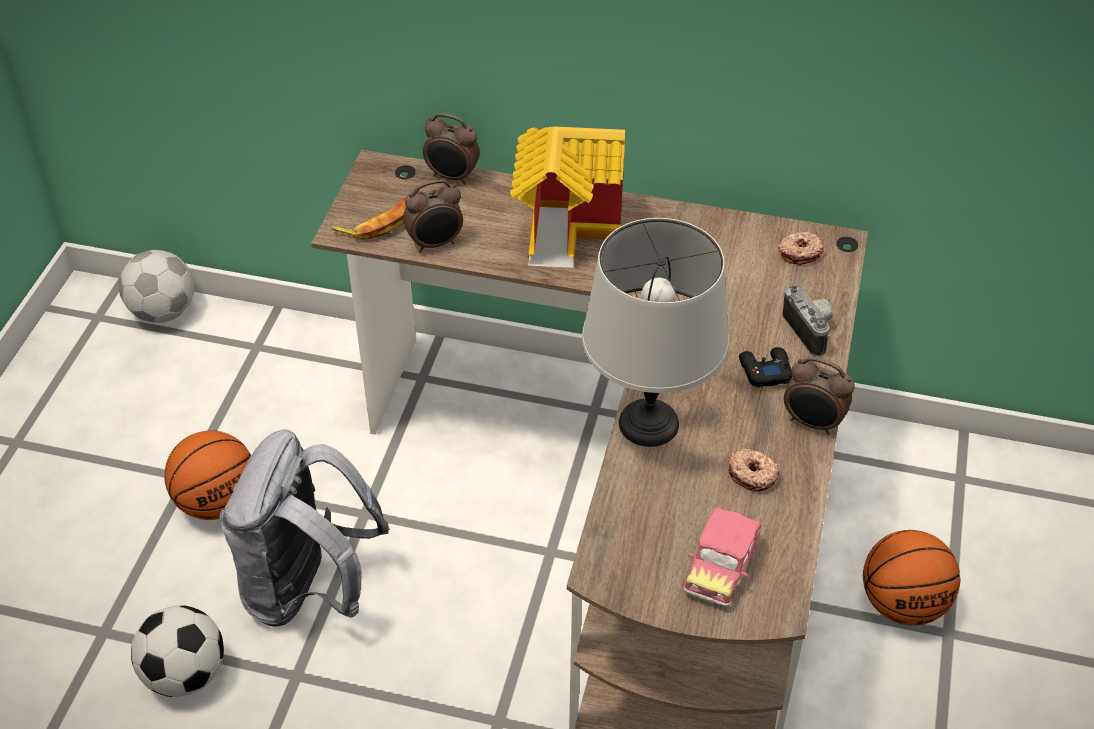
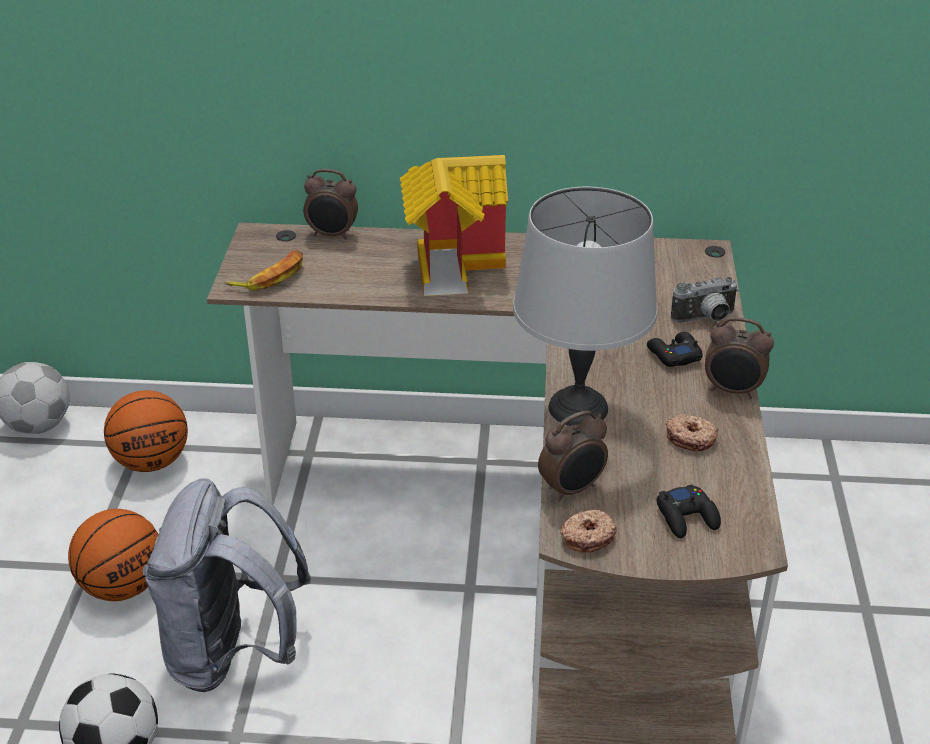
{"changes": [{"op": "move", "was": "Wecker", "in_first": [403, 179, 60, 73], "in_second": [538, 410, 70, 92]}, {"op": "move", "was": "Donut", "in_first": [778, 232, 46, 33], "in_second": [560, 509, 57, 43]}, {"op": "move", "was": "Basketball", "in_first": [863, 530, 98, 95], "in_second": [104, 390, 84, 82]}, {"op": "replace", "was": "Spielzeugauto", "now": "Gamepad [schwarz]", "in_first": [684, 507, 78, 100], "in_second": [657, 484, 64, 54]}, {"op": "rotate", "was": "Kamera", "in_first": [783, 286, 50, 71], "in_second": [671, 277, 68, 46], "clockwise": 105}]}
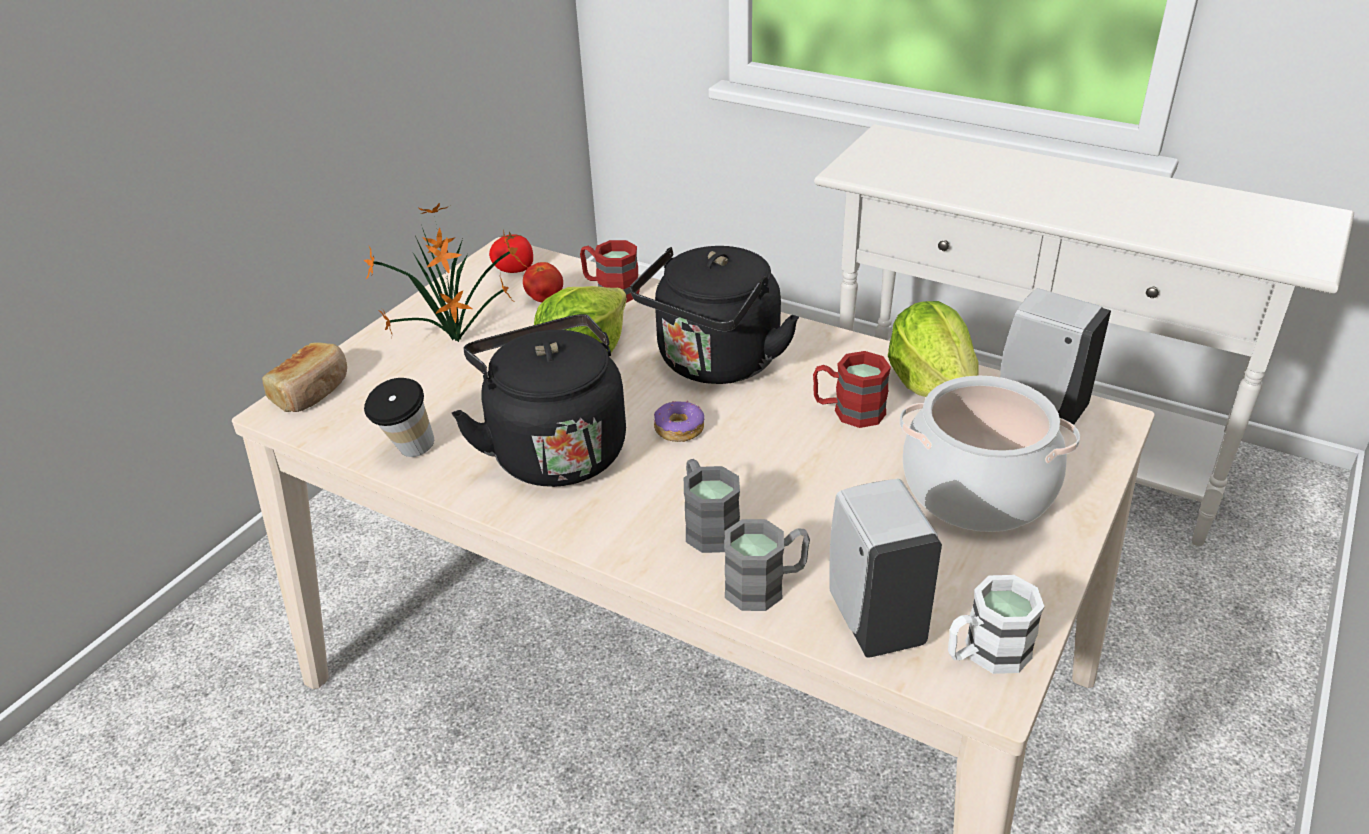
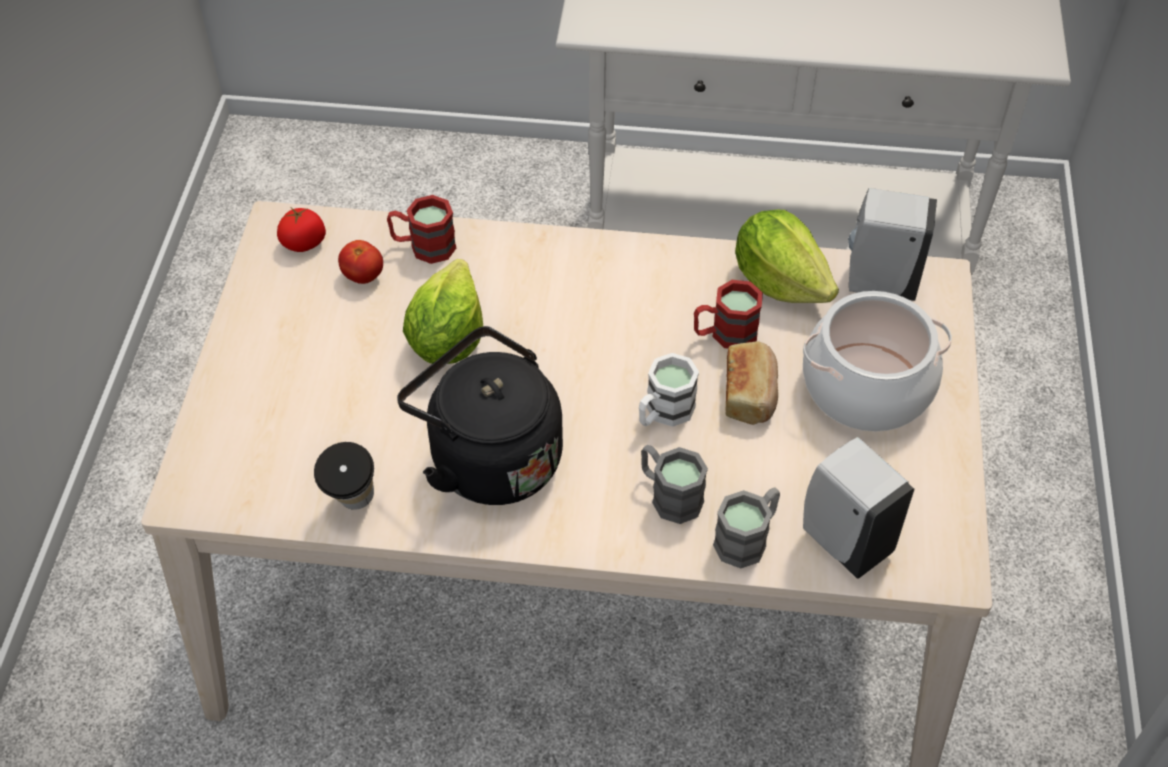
{"changes": [{"op": "delete", "was": "Topfpflanze", "in_first": [364, 203, 163, 139]}, {"op": "delete", "was": "Wasserkessel [schwarz]", "in_first": [630, 246, 169, 138]}, {"op": "delete", "was": "Donut", "in_first": [653, 401, 52, 41]}, {"op": "move", "was": "Brot", "in_first": [262, 342, 85, 70], "in_second": [726, 341, 52, 84]}, {"op": "move", "was": "Henkelbecher [weiß]", "in_first": [948, 575, 96, 99], "in_second": [639, 353, 60, 74]}]}
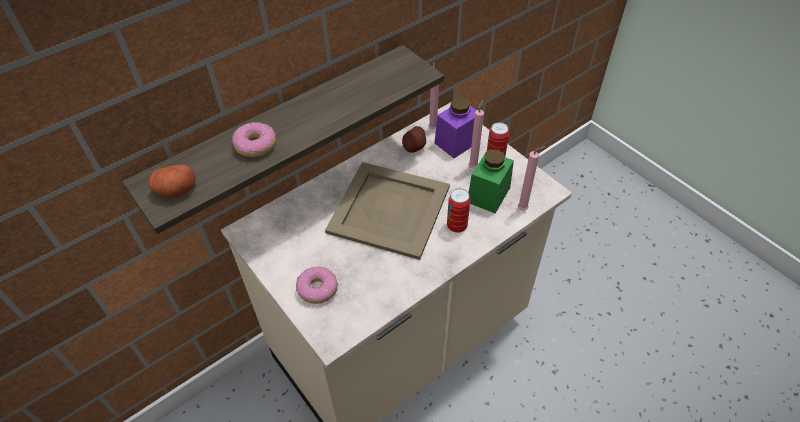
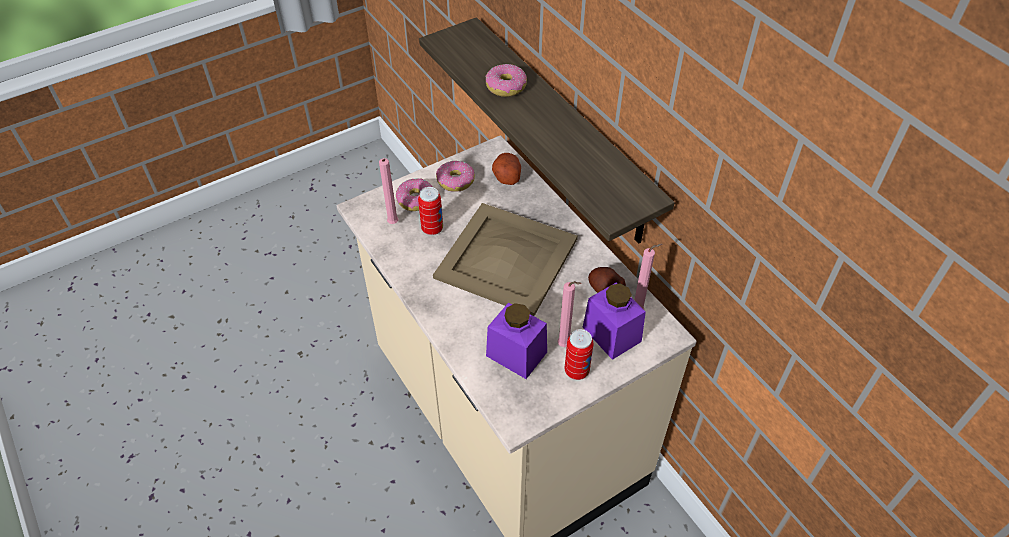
{"changes": [{"op": "insert", "now": "Donut", "in_second": [436, 161, 39, 31]}, {"op": "move", "was": "Kartoffel", "in_first": [148, 165, 48, 33], "in_second": [492, 153, 29, 32]}, {"op": "move", "was": "Dose", "in_first": [447, 188, 23, 45], "in_second": [418, 187, 25, 48]}, {"op": "move", "was": "Kerze [rosa]", "in_first": [518, 146, 28, 65], "in_second": [379, 158, 19, 66]}, {"op": "recolor", "was": "Vorratsglas [grün]", "now": "Vorratsglas [lila]", "in_first": [469, 149, 45, 65], "in_second": [486, 302, 61, 77]}]}
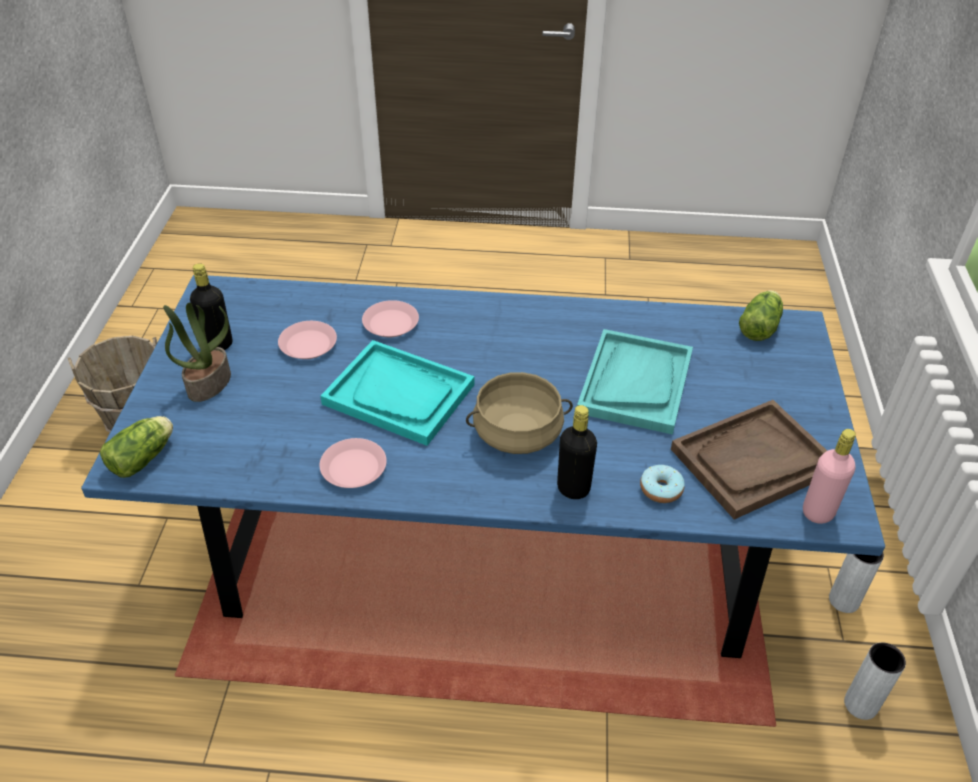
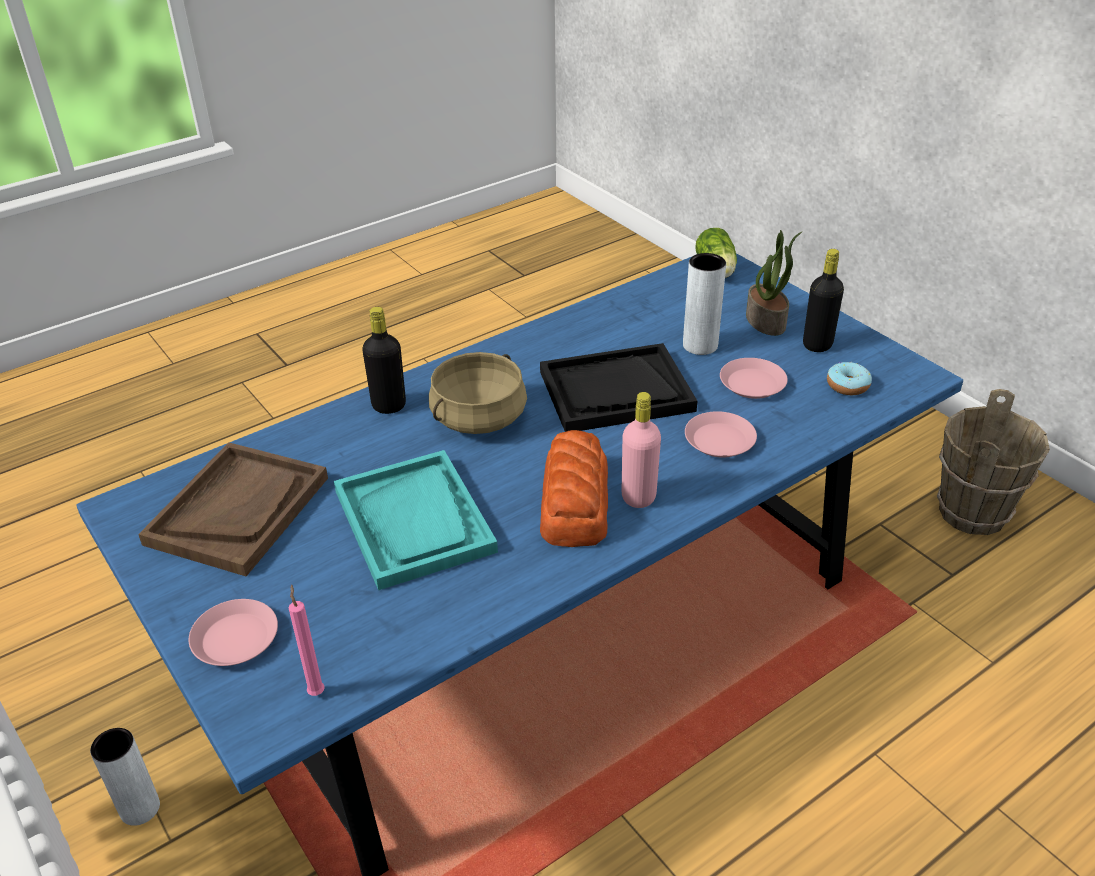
{"changes": [{"op": "insert", "now": "Brot", "in_second": [540, 430, 68, 117]}, {"op": "move", "was": "Teller [rosa]", "in_first": [319, 438, 68, 50], "in_second": [189, 599, 89, 67]}, {"op": "move", "was": "Donut", "in_first": [640, 465, 45, 38], "in_second": [827, 362, 45, 33]}, {"op": "move", "was": "Flasche [rosa]", "in_first": [803, 429, 53, 95], "in_second": [622, 392, 39, 116]}, {"op": "move", "was": "Vase [grau]", "in_first": [844, 642, 62, 78], "in_second": [683, 253, 43, 102]}, {"op": "replace", "was": "Salatkopf", "now": "Kerze [rosa]", "in_first": [739, 290, 44, 51], "in_second": [289, 584, 36, 112]}, {"op": "recolor", "was": "Tablett [türkis]", "now": "Tablett [schwarz]", "in_first": [321, 340, 153, 106], "in_second": [540, 343, 157, 89]}]}
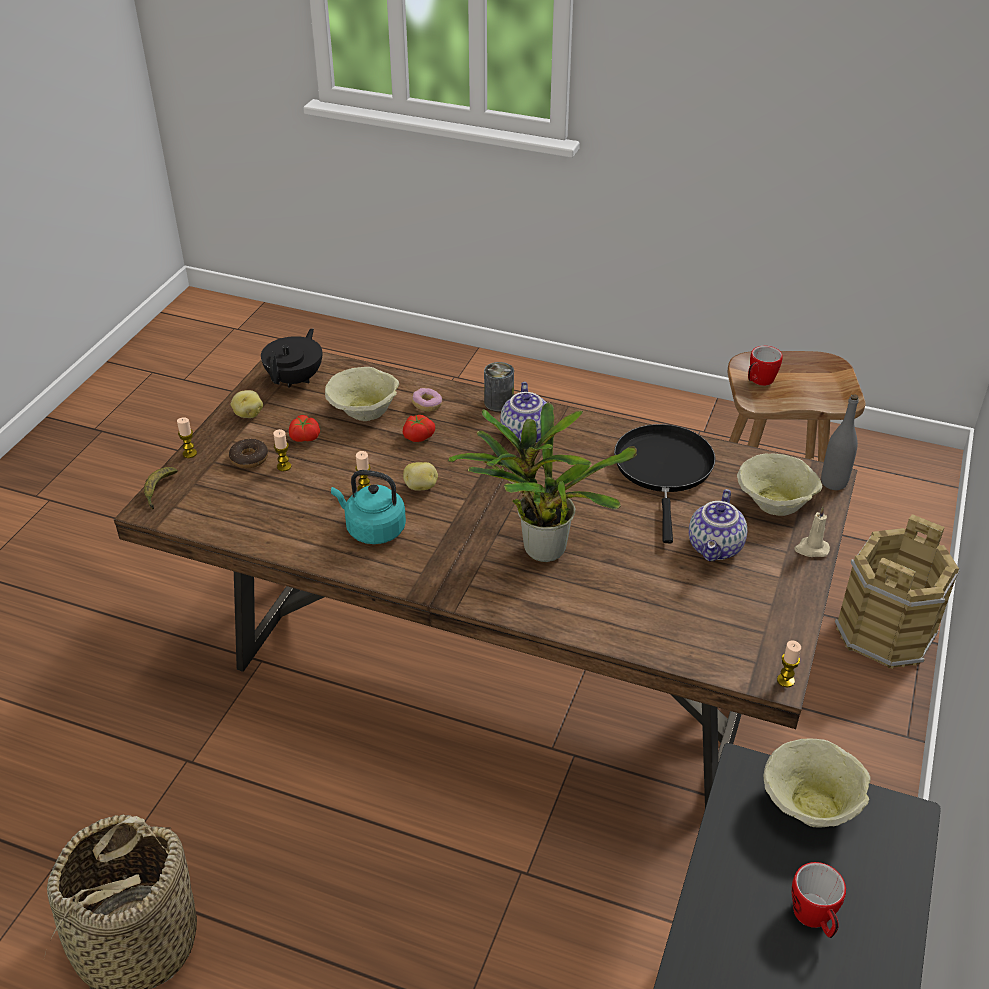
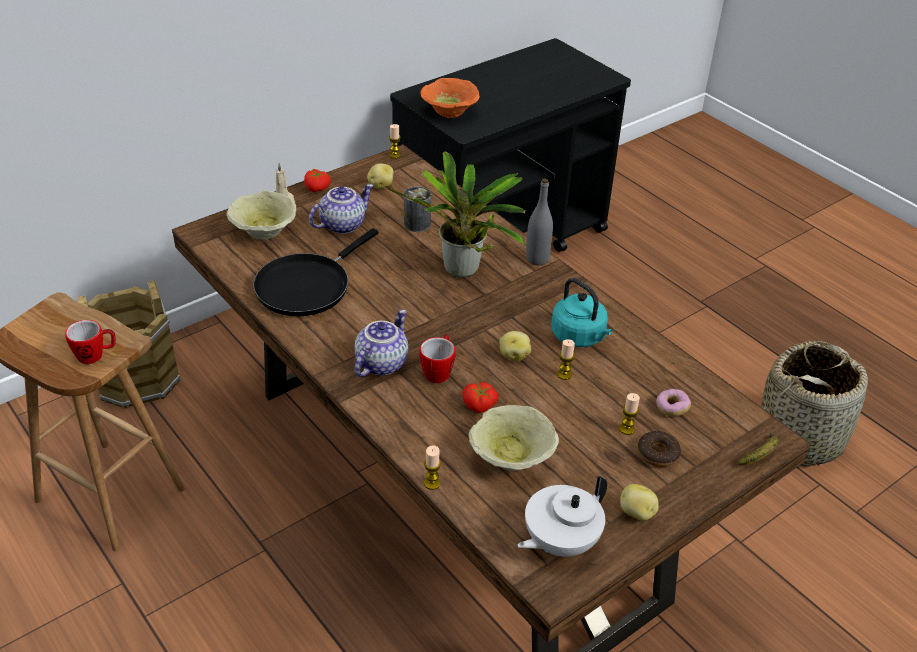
{"changes": [{"op": "insert", "now": "Kartoffel", "in_second": [367, 164, 27, 25]}, {"op": "move", "was": "Kerze", "in_first": [177, 417, 20, 41], "in_second": [424, 445, 17, 45]}, {"op": "move", "was": "Tomate", "in_first": [289, 415, 31, 27], "in_second": [304, 169, 27, 23]}, {"op": "move", "was": "Donut", "in_first": [412, 388, 30, 24], "in_second": [656, 389, 35, 28]}, {"op": "move", "was": "Dose", "in_first": [484, 362, 30, 50], "in_second": [404, 187, 27, 45]}, {"op": "move", "was": "Henkelbecher", "in_first": [792, 862, 54, 76], "in_second": [419, 334, 37, 49]}, {"op": "move", "was": "Flasche [grau]", "in_first": [821, 394, 38, 96], "in_second": [526, 179, 27, 86]}, {"op": "recolor", "was": "Teekanne [schwarz]", "now": "Teekanne [weiß]", "in_first": [261, 328, 61, 60], "in_second": [517, 476, 90, 81]}, {"op": "recolor", "was": "Schüssel [beige]", "now": "Schüssel [orange]", "in_first": [763, 739, 108, 88], "in_second": [420, 78, 60, 40]}]}
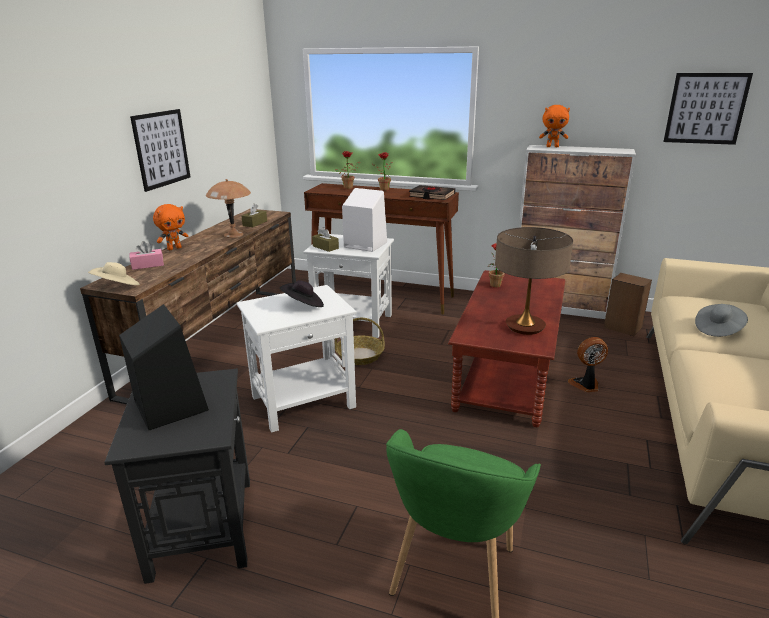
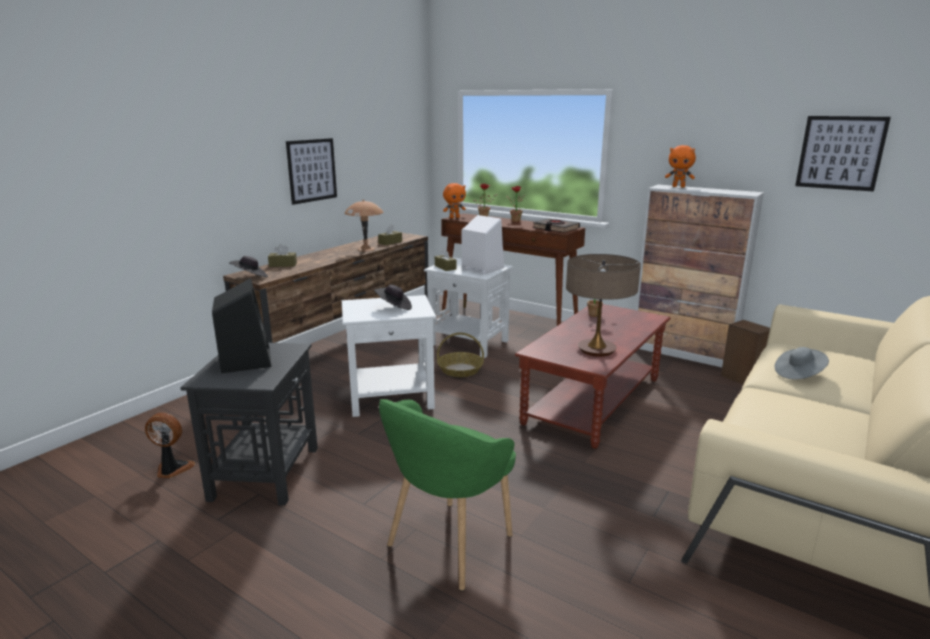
{"changes": [{"op": "move", "was": "Plüschtier [orange]", "in_first": [153, 204, 35, 46], "in_second": [443, 183, 23, 35]}, {"op": "move", "was": "Ventilator", "in_first": [568, 337, 40, 55], "in_second": [145, 413, 50, 65]}, {"op": "recolor", "was": "Hut [beige]", "now": "Hut [schwarz]", "in_first": [88, 262, 52, 23], "in_second": [229, 256, 39, 21]}, {"op": "recolor", "was": "Taschentuchbox [rosa]", "now": "Taschentuchbox [braun]", "in_first": [129, 241, 35, 29], "in_second": [268, 244, 29, 23]}]}
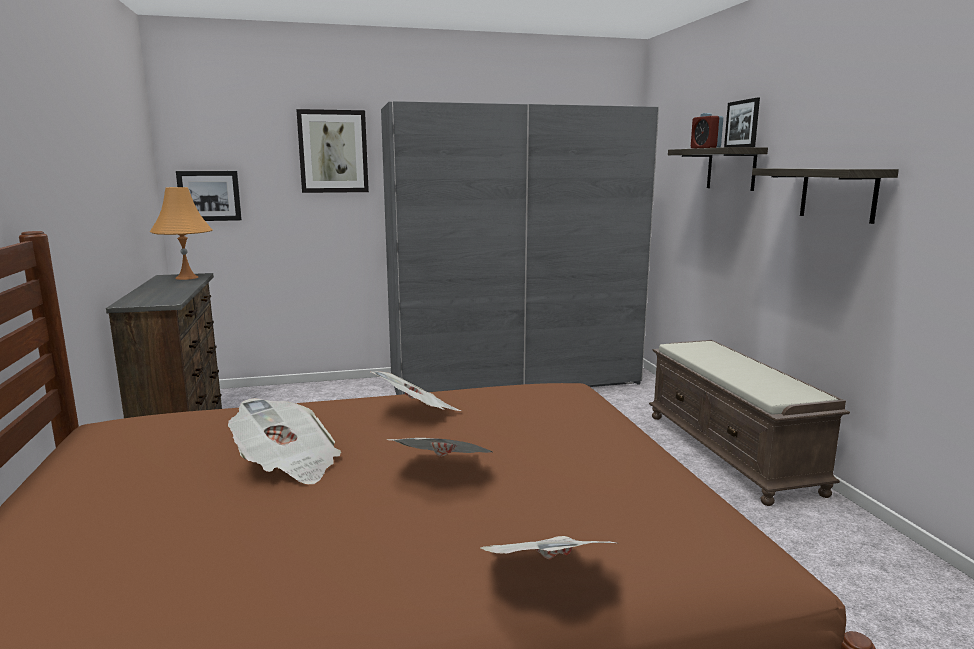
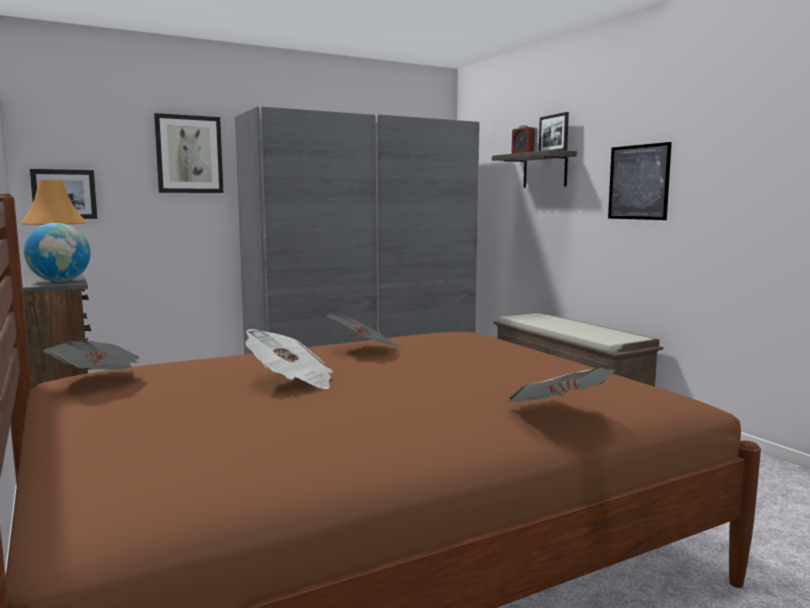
{"changes": [{"op": "insert", "now": "Globus", "in_second": [24, 223, 67, 59]}, {"op": "move", "was": "Zeitung", "in_first": [386, 438, 107, 19], "in_second": [44, 341, 95, 29]}, {"op": "replace", "was": "Wandregal", "now": "Bild", "in_first": [752, 168, 147, 56], "in_second": [608, 142, 64, 78]}]}
